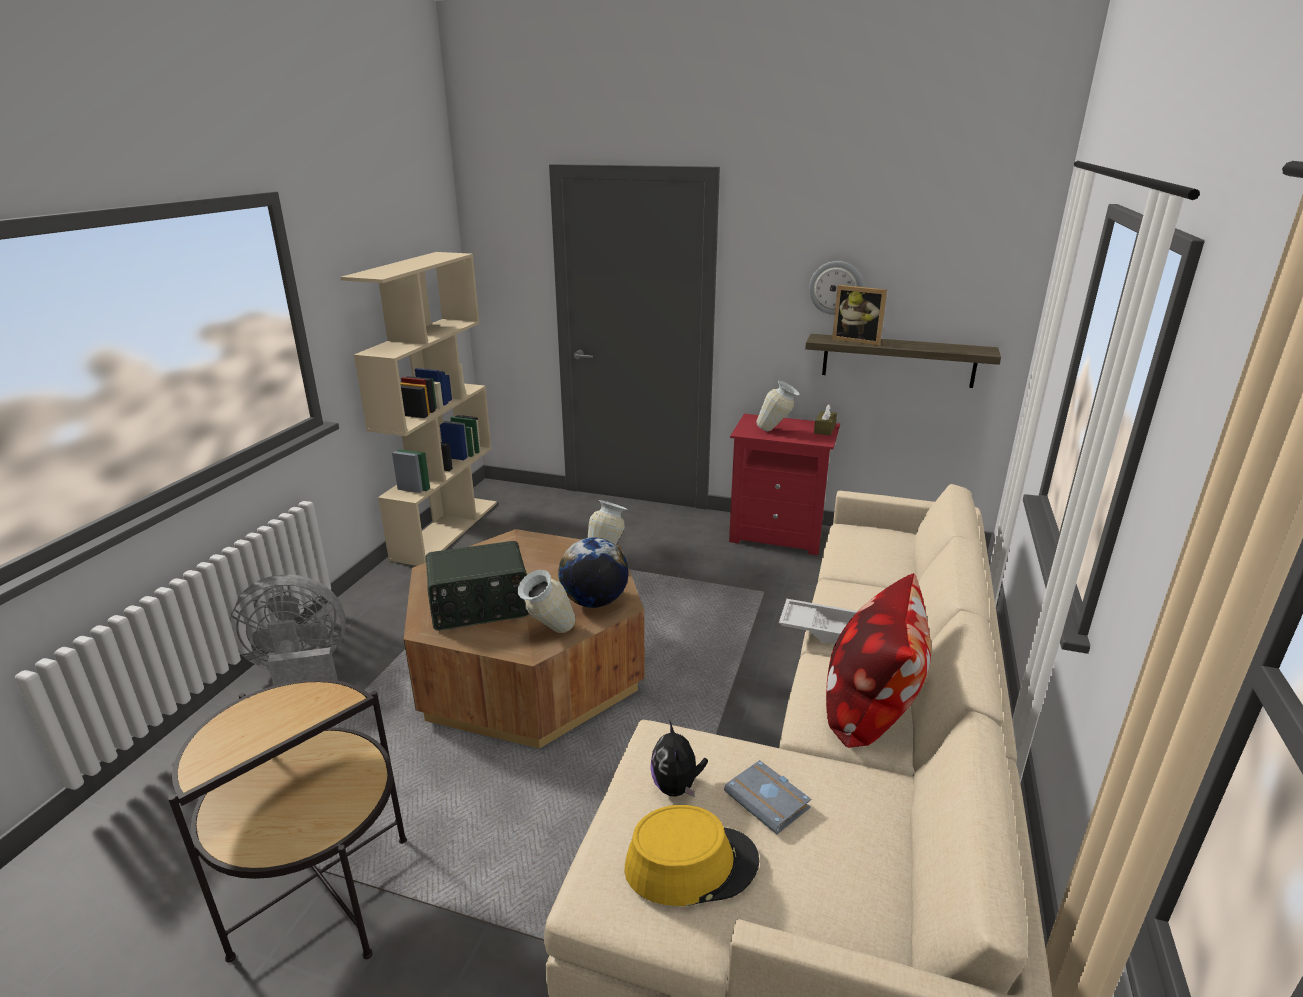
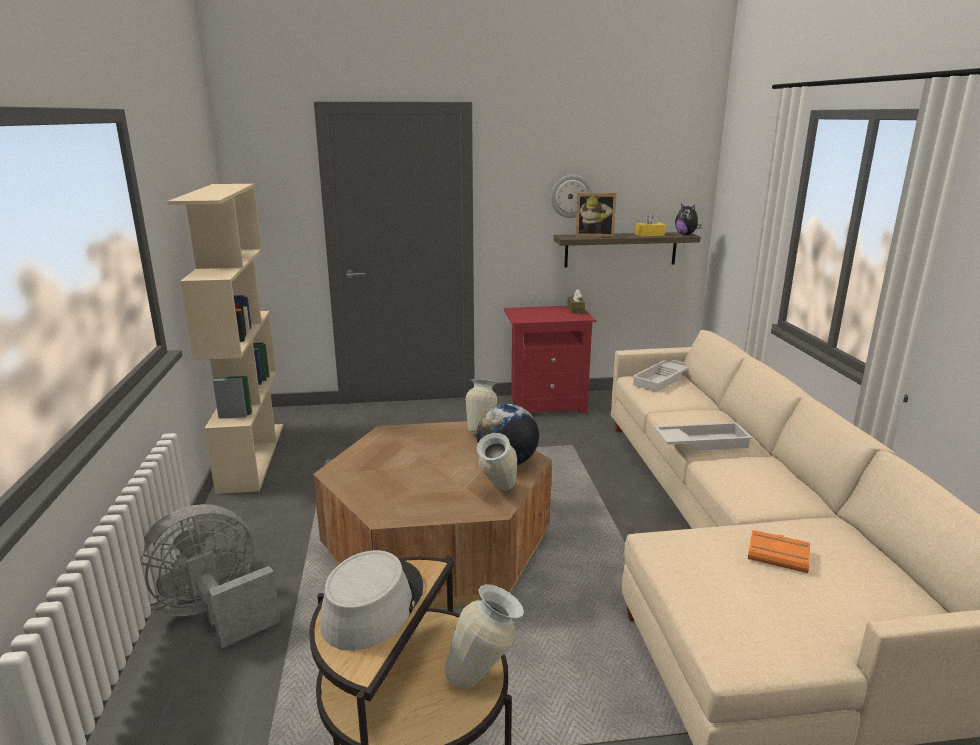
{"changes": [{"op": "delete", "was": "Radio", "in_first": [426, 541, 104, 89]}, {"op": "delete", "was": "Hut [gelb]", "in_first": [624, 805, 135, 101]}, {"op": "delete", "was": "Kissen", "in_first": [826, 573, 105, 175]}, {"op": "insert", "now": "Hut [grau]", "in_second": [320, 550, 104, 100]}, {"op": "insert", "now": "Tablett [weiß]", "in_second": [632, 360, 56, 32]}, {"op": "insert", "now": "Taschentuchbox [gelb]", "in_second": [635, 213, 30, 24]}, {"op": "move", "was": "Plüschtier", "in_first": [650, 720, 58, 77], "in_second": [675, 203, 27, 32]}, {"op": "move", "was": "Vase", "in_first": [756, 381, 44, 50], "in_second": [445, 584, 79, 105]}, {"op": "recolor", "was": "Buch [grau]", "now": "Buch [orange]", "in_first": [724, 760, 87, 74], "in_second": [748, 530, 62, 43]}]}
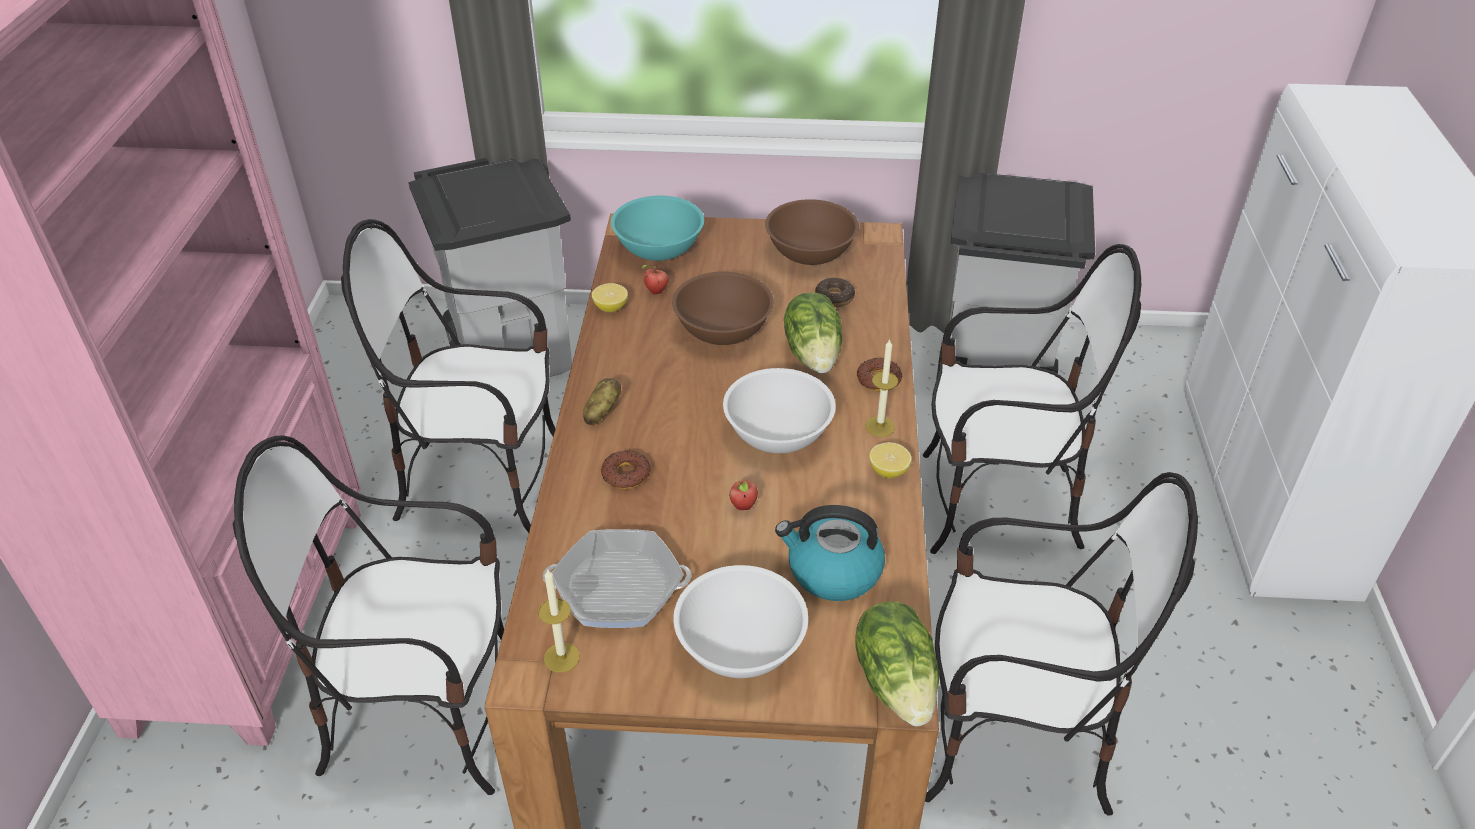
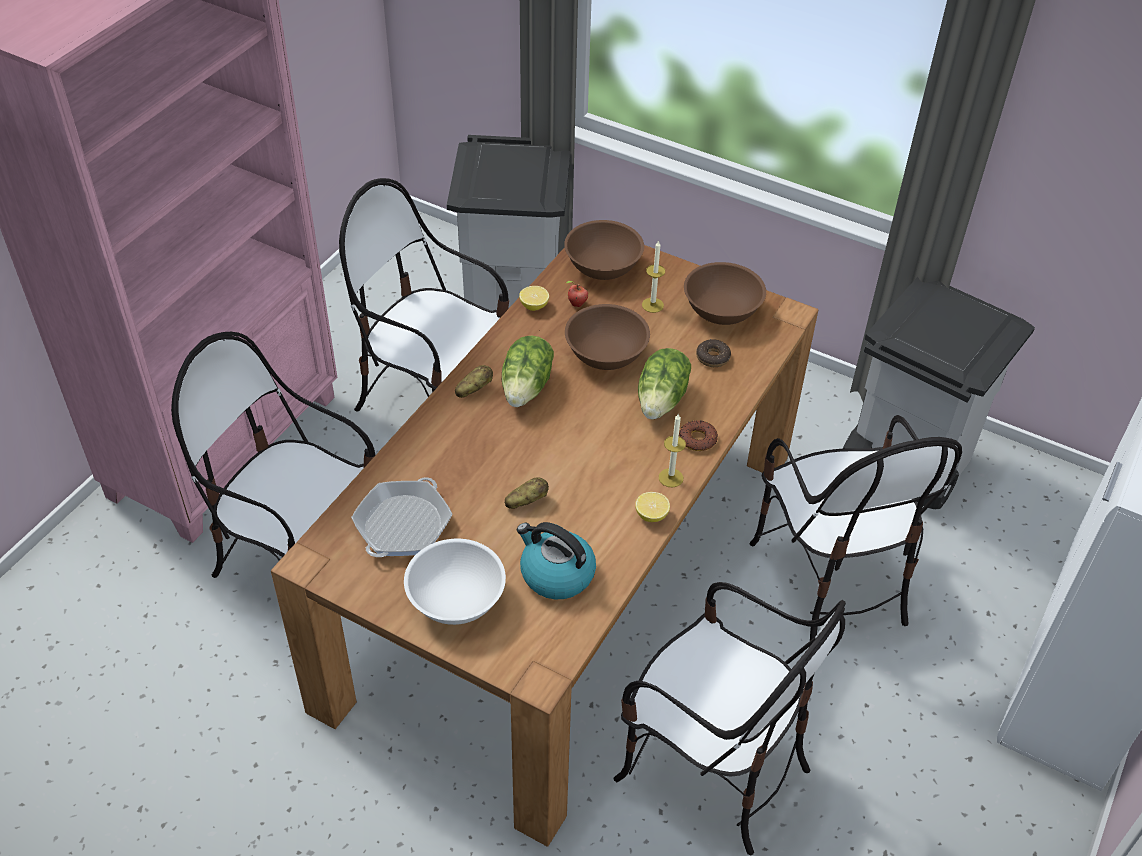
{"changes": [{"op": "delete", "was": "Donut", "in_first": [601, 450, 50, 39]}, {"op": "delete", "was": "Schüssel [weiß]", "in_first": [723, 368, 113, 85]}, {"op": "move", "was": "Kerze", "in_first": [538, 569, 42, 104], "in_second": [642, 240, 23, 73]}, {"op": "move", "was": "Salatkopf", "in_first": [855, 601, 84, 125], "in_second": [502, 336, 52, 71]}, {"op": "replace", "was": "Apfel", "now": "Kartoffel", "in_first": [729, 480, 29, 30], "in_second": [505, 478, 44, 31]}, {"op": "recolor", "was": "Schüssel [türkis]", "now": "Schüssel [braun]", "in_first": [611, 196, 93, 65], "in_second": [564, 220, 80, 60]}, {"op": "rotate", "was": "Pfanne", "in_first": [543, 529, 149, 99], "in_second": [351, 477, 101, 80], "clockwise": -90}, {"op": "rotate", "was": "Stuhl", "in_first": [923, 244, 218, 310], "in_second": [749, 415, 213, 226], "clockwise": 45}]}
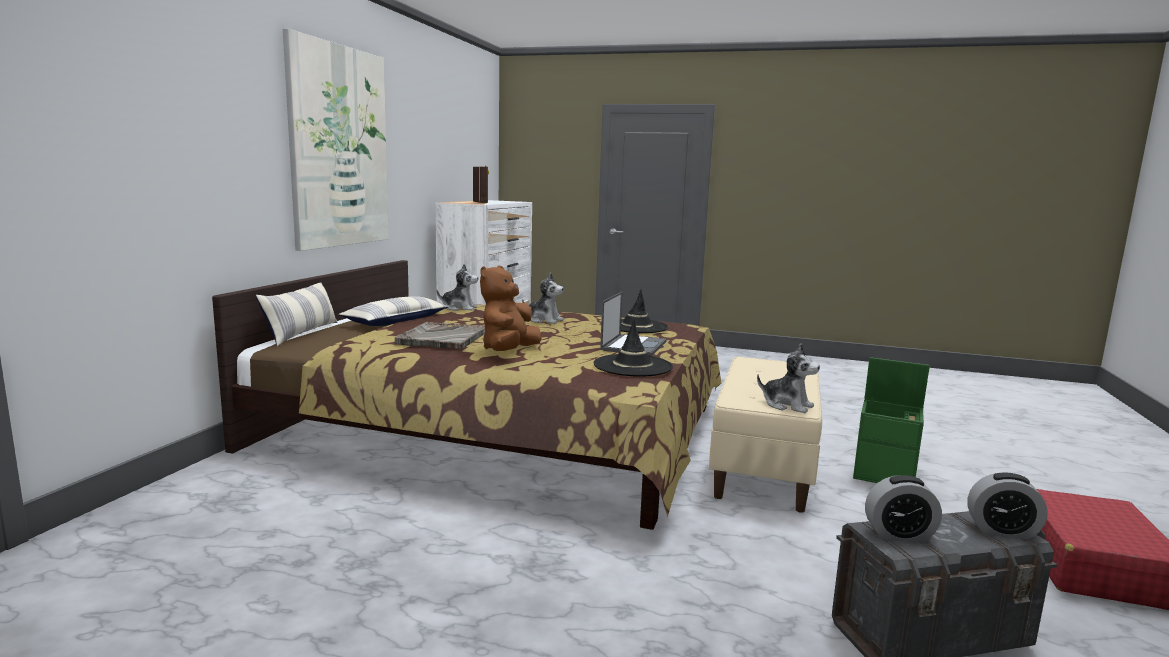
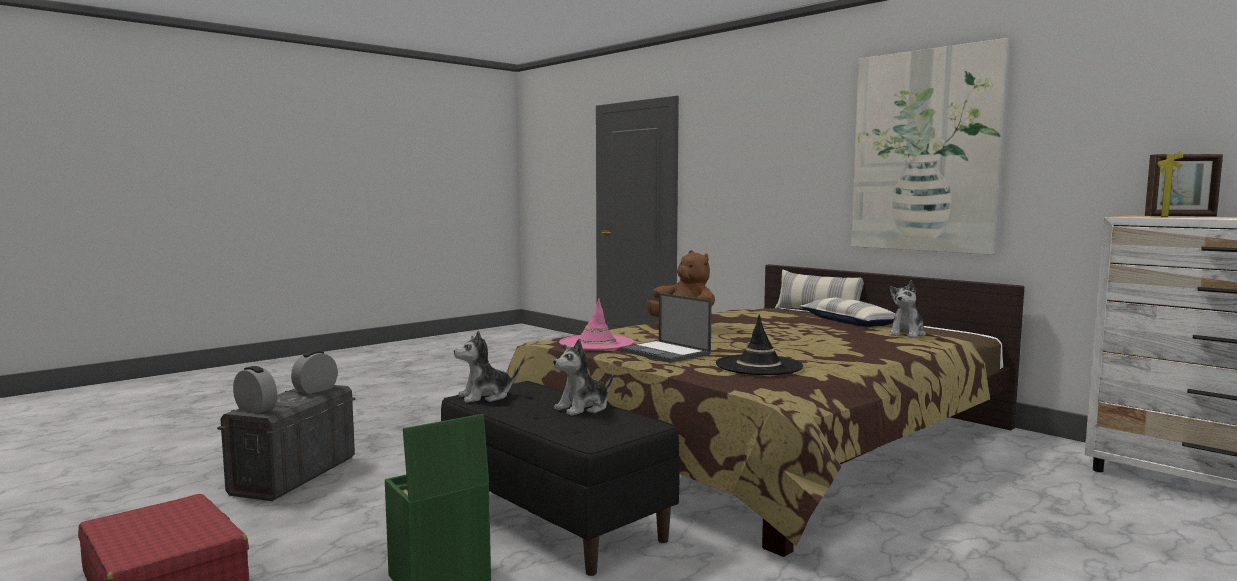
{"changes": [{"op": "delete", "was": "Tablett [grau]", "in_first": [395, 322, 90, 28]}, {"op": "move", "was": "Plüschtier", "in_first": [522, 273, 42, 51], "in_second": [553, 339, 60, 77]}, {"op": "recolor", "was": "Hut [schwarz]", "now": "Hut [rosa]", "in_first": [594, 319, 79, 58], "in_second": [559, 299, 75, 51]}, {"op": "recolor", "was": "Bank [beige]", "now": "Bank [schwarz]", "in_first": [709, 356, 113, 157], "in_second": [441, 381, 239, 195]}, {"op": "rotate", "was": "Wecker", "in_first": [967, 472, 81, 67], "in_second": [233, 366, 44, 47], "clockwise": 75}]}
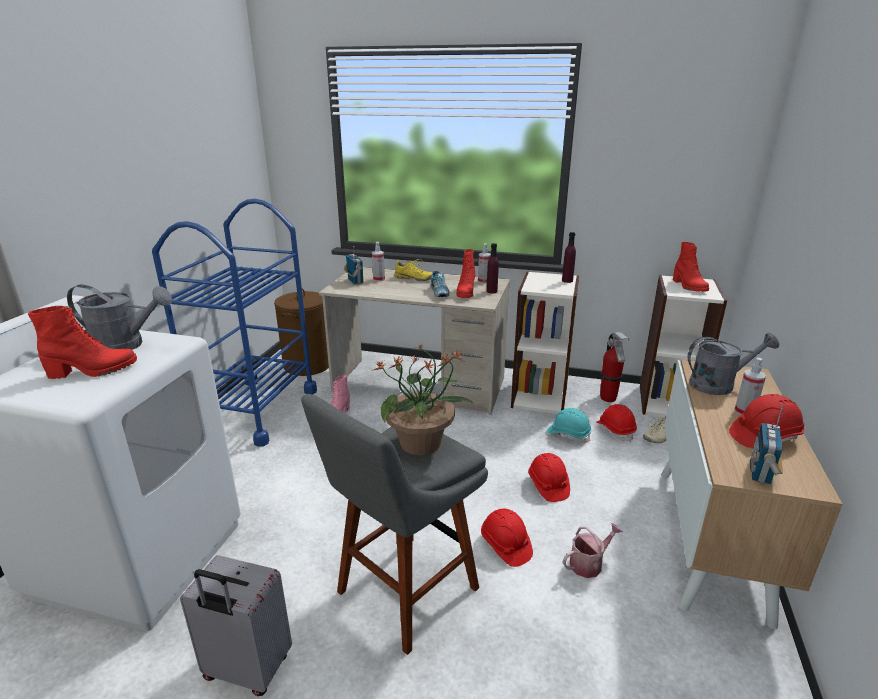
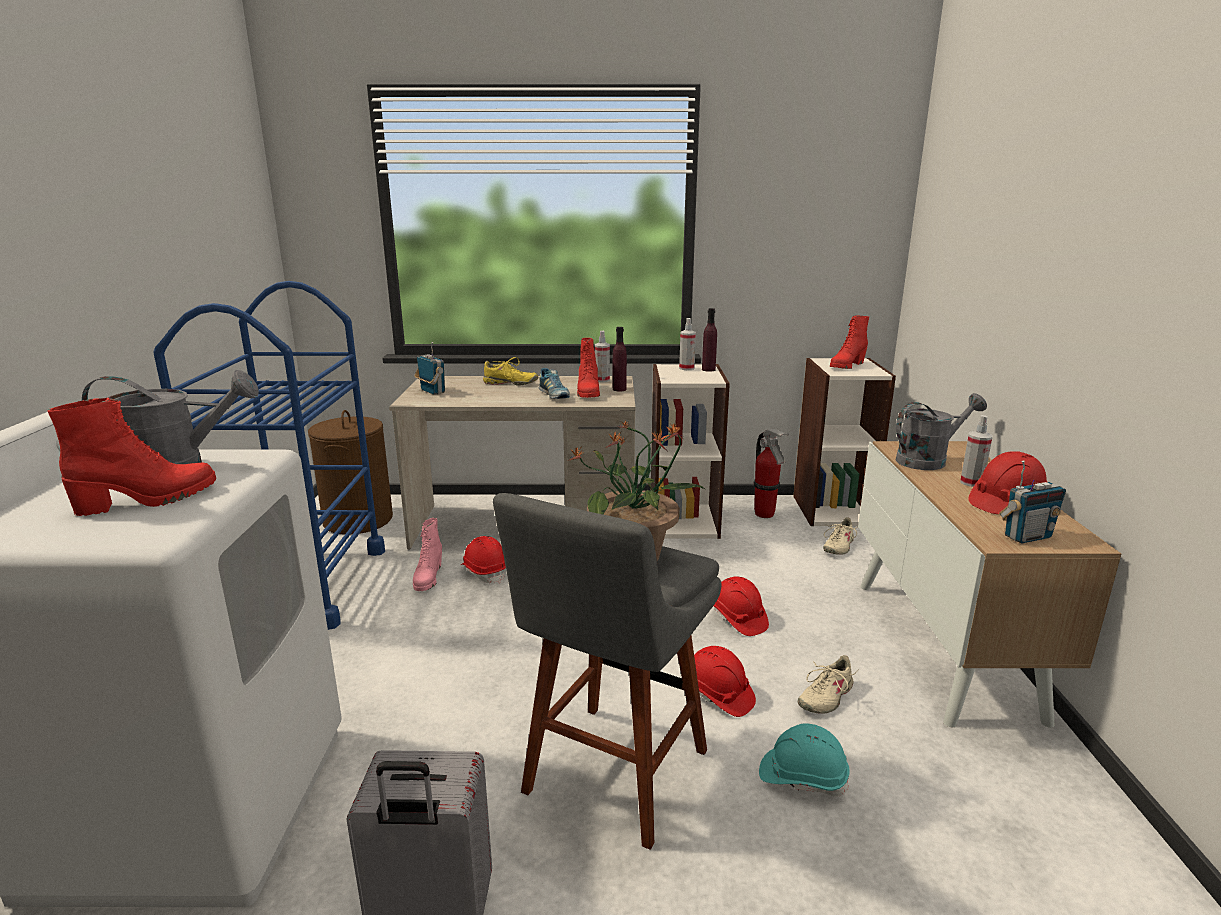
{"changes": [{"op": "move", "was": "Sprühflasche", "in_first": [372, 242, 13, 40], "in_second": [679, 318, 17, 52]}, {"op": "move", "was": "Schutzhelm [türkis]", "in_first": [547, 408, 44, 35], "in_second": [759, 723, 91, 74]}, {"op": "move", "was": "Schutzhelm [rot]", "in_first": [597, 404, 40, 38], "in_second": [461, 536, 45, 47]}, {"op": "replace", "was": "Gießkanne", "now": "Schuh [beige]", "in_first": [563, 523, 60, 55], "in_second": [797, 655, 62, 58]}, {"op": "rotate", "was": "Stiefel [rot]", "in_first": [673, 242, 36, 50], "in_second": [830, 315, 39, 54], "clockwise": 75}, {"op": "rotate", "was": "Radio", "in_first": [750, 405, 34, 79], "in_second": [999, 460, 67, 84], "clockwise": -120}]}
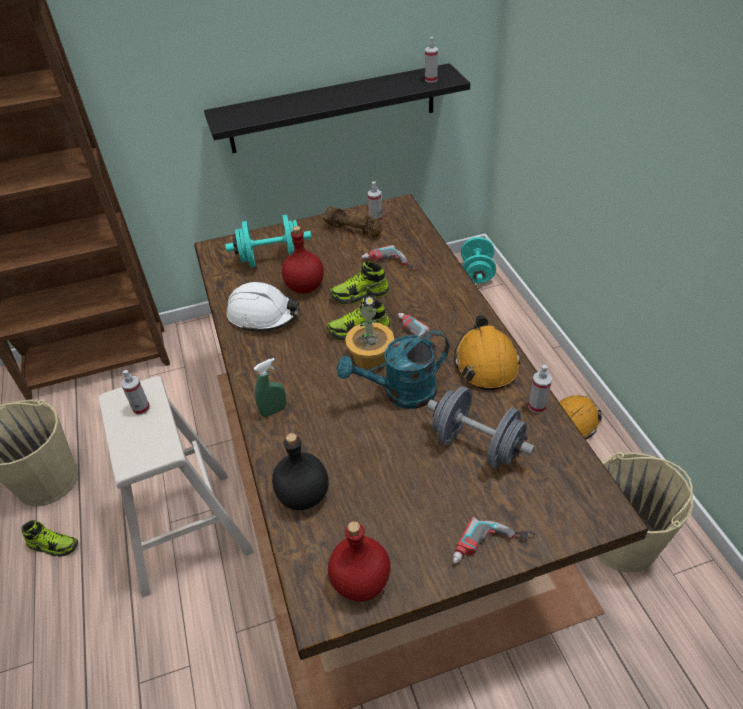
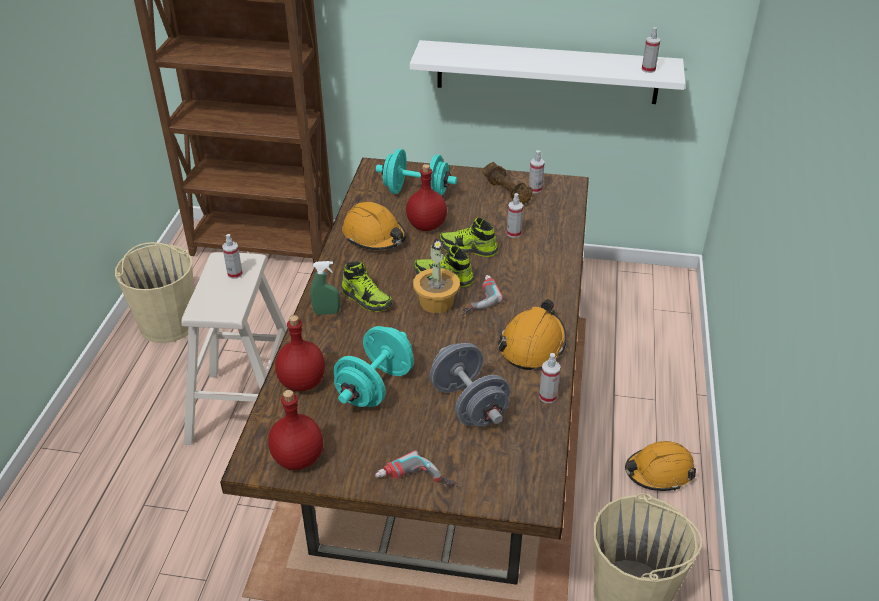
{"changes": [{"op": "delete", "was": "Gießkanne [türkis]", "in_first": [337, 331, 112, 78]}, {"op": "move", "was": "Schuh", "in_first": [21, 520, 57, 37], "in_second": [341, 261, 51, 51]}, {"op": "move", "was": "Hantel [türkis]", "in_first": [461, 237, 35, 47], "in_second": [333, 326, 81, 81]}, {"op": "replace", "was": "Bohrmaschine", "now": "Sprühflasche", "in_first": [361, 245, 57, 25], "in_second": [507, 193, 16, 45]}, {"op": "recolor", "was": "Wandregal [schwarz]", "now": "Wandregal [weiß]", "in_first": [204, 63, 266, 90], "in_second": [410, 40, 275, 64]}, {"op": "recolor", "was": "Schutzhelm [weiß]", "now": "Schutzhelm [orange]", "in_first": [227, 282, 72, 50], "in_second": [342, 202, 64, 48]}, {"op": "recolor", "was": "Flasche [schwarz]", "now": "Flasche [rot]", "in_first": [272, 433, 57, 77], "in_second": [275, 315, 50, 76]}]}
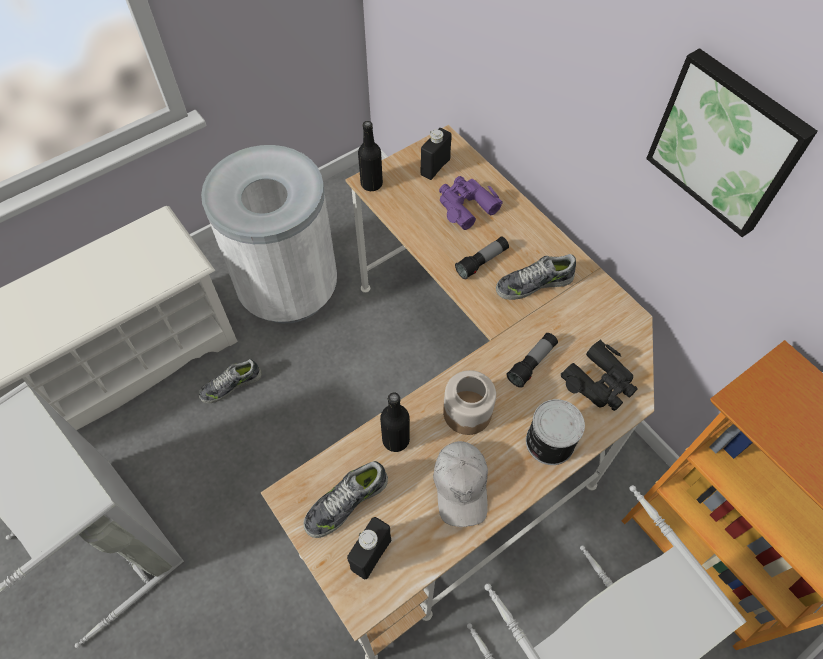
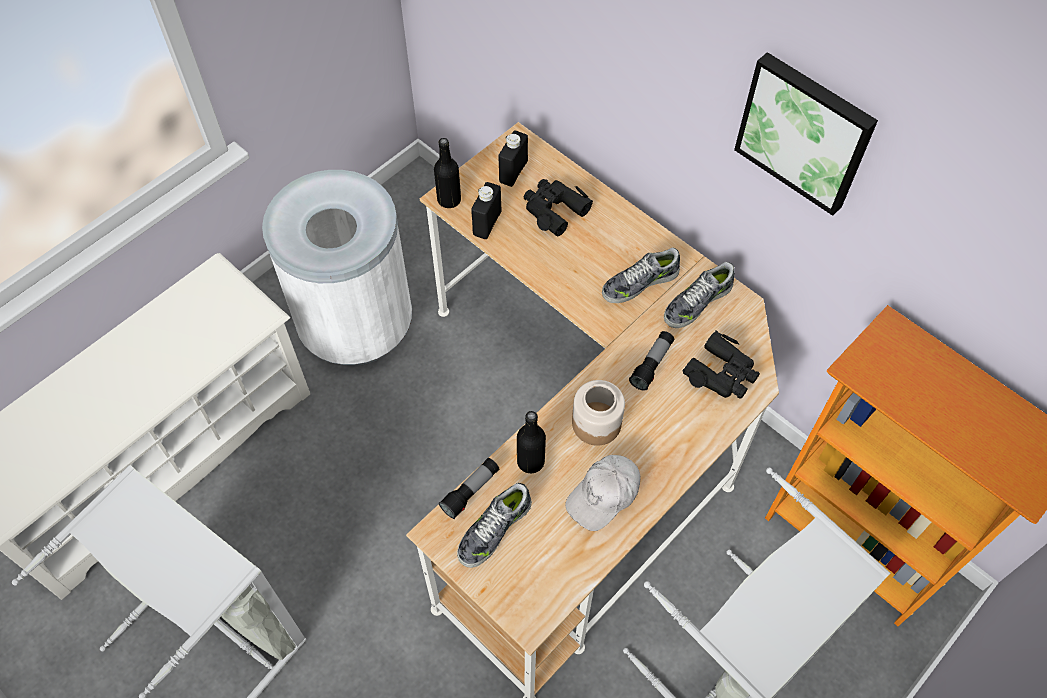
{"changes": [{"op": "delete", "was": "Dose", "in_first": [526, 399, 59, 66]}, {"op": "move", "was": "Schuh", "in_first": [199, 359, 63, 44], "in_second": [664, 262, 71, 66]}, {"op": "move", "was": "Flasche [schwarz]", "in_first": [347, 517, 44, 62], "in_second": [471, 182, 31, 57]}, {"op": "move", "was": "Taschenlampe", "in_first": [455, 237, 54, 42], "in_second": [439, 458, 61, 61]}, {"op": "recolor", "was": "Fernglas [lila]", "now": "Fernglas [schwarz]", "in_first": [439, 176, 64, 54], "in_second": [524, 179, 69, 57]}, {"op": "rotate", "was": "Kappe [weiß]", "in_first": [433, 441, 55, 86], "in_second": [565, 455, 75, 76], "clockwise": 60}]}
